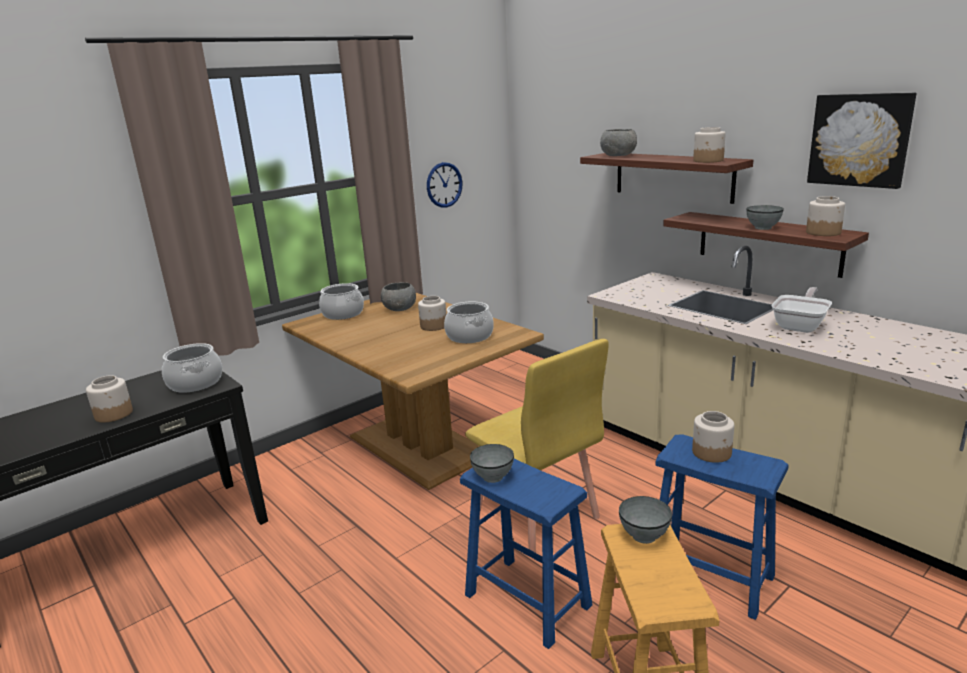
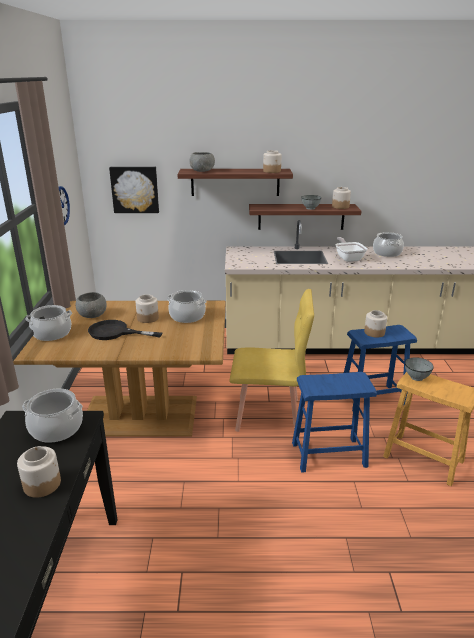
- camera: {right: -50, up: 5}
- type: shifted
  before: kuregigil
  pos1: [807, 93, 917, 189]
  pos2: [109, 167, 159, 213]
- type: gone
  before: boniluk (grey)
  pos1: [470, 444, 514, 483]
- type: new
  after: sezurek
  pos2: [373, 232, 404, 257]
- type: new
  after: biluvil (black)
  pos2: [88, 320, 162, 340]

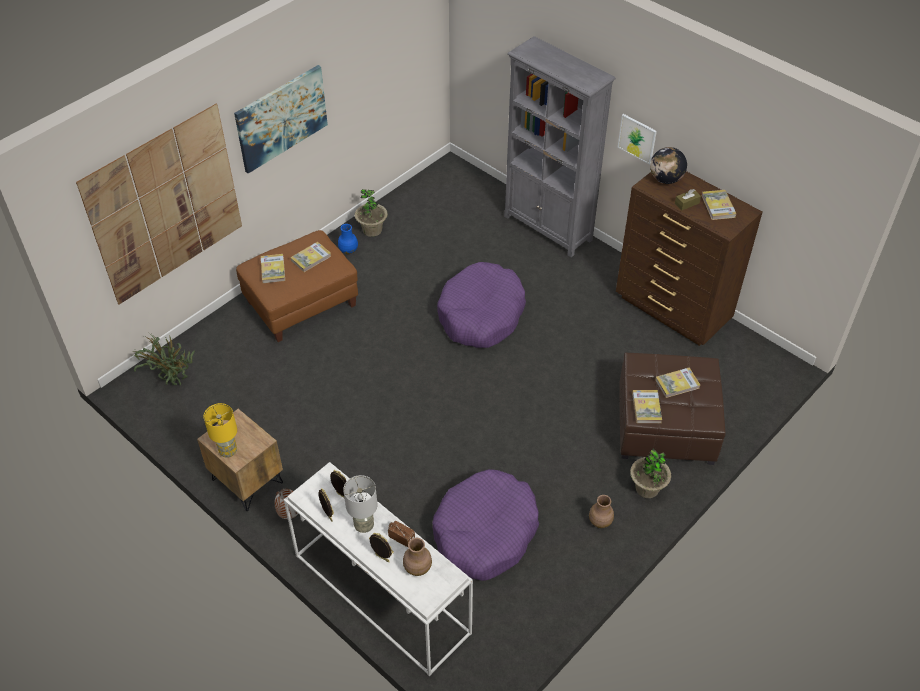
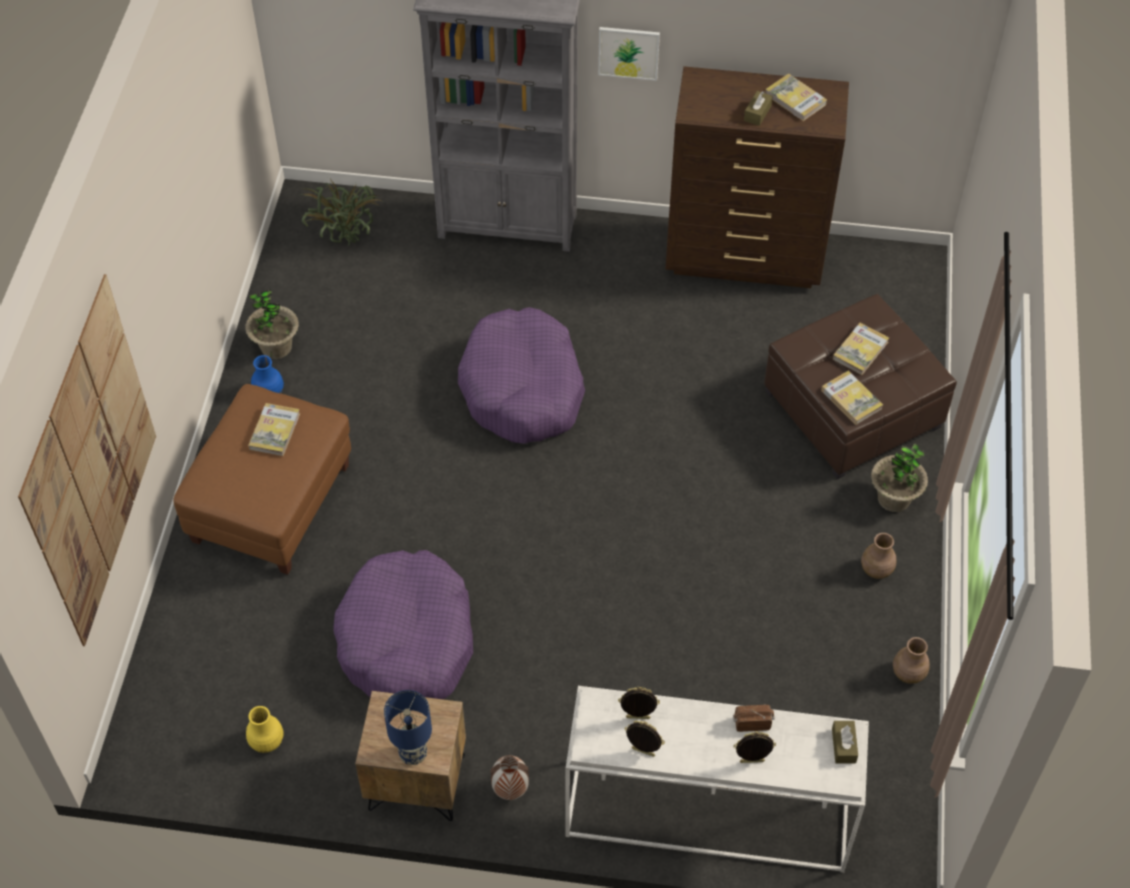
- camera: {right: -35, up: 5}
- type: gone
  before: kuregigil
  pos1: [234, 65, 328, 174]
- type: gone
  before: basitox
  pos1: [650, 147, 687, 184]
- type: gone
  before: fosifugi
  pos1: [261, 254, 285, 283]
- type: shifted
  before: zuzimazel
  pos1: [133, 333, 195, 385]
  pos2: [298, 178, 382, 246]
- type: repainted
  before: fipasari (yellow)
  after: fipasari (blue)
  pos1: [203, 403, 237, 458]
  pos2: [384, 690, 432, 765]
- type: shifted
  before: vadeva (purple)
  pos1: [432, 469, 539, 581]
  pos2: [333, 550, 473, 699]
- type: gone
  before: fipasari (grey)
  pos1: [343, 475, 378, 533]
- type: shifted
  before: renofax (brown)
  pos1: [403, 538, 432, 576]
  pos2: [893, 637, 930, 684]
- type: new
  after: renofax (yellow)
  pos2: [246, 706, 284, 753]
- type: new
  after: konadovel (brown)
  pos2: [832, 721, 858, 763]

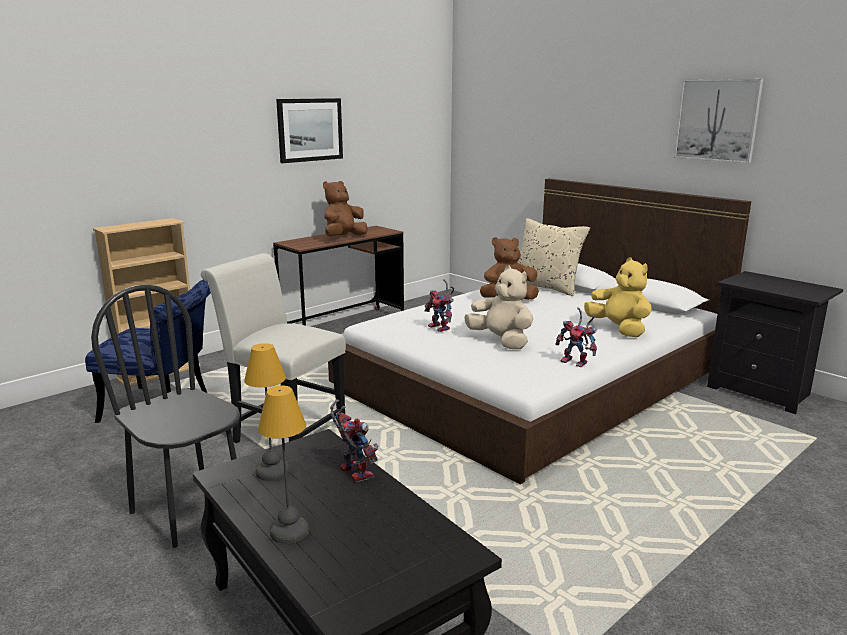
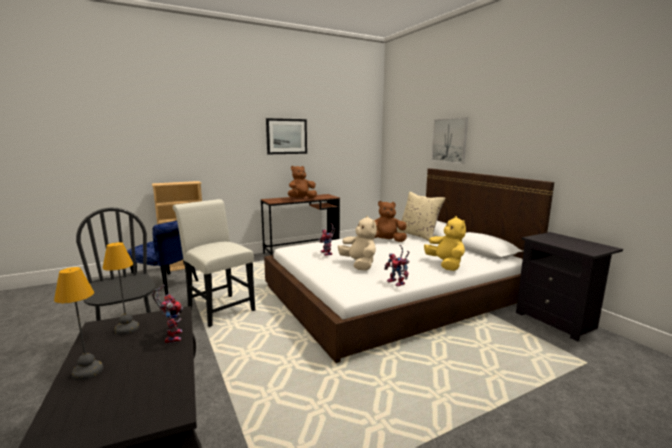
- camera: {right: 15, up: -5}
- type: shifted
  before: kuregigil
  pos1: [674, 79, 763, 164]
  pos2: [431, 117, 468, 164]

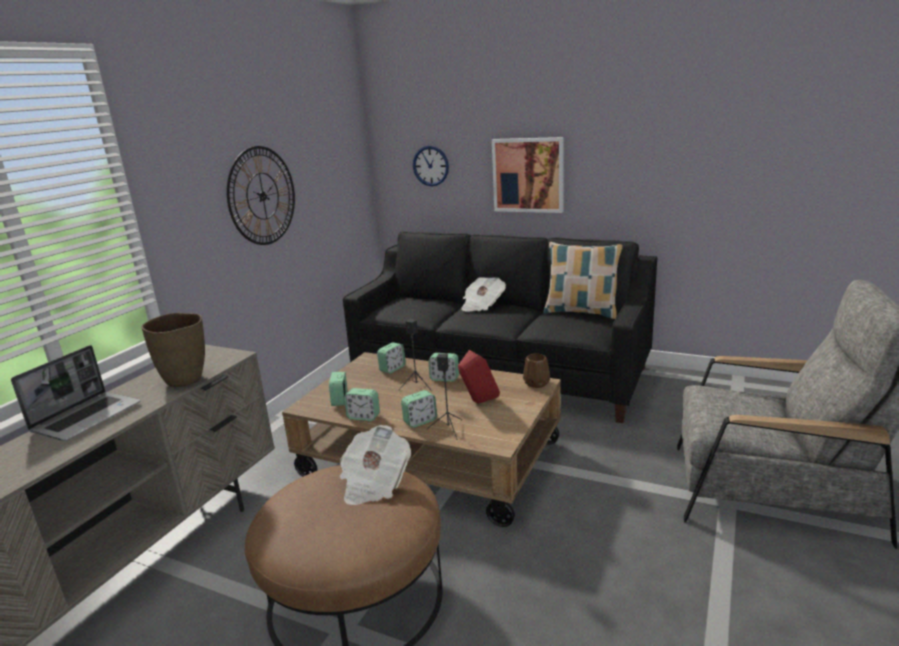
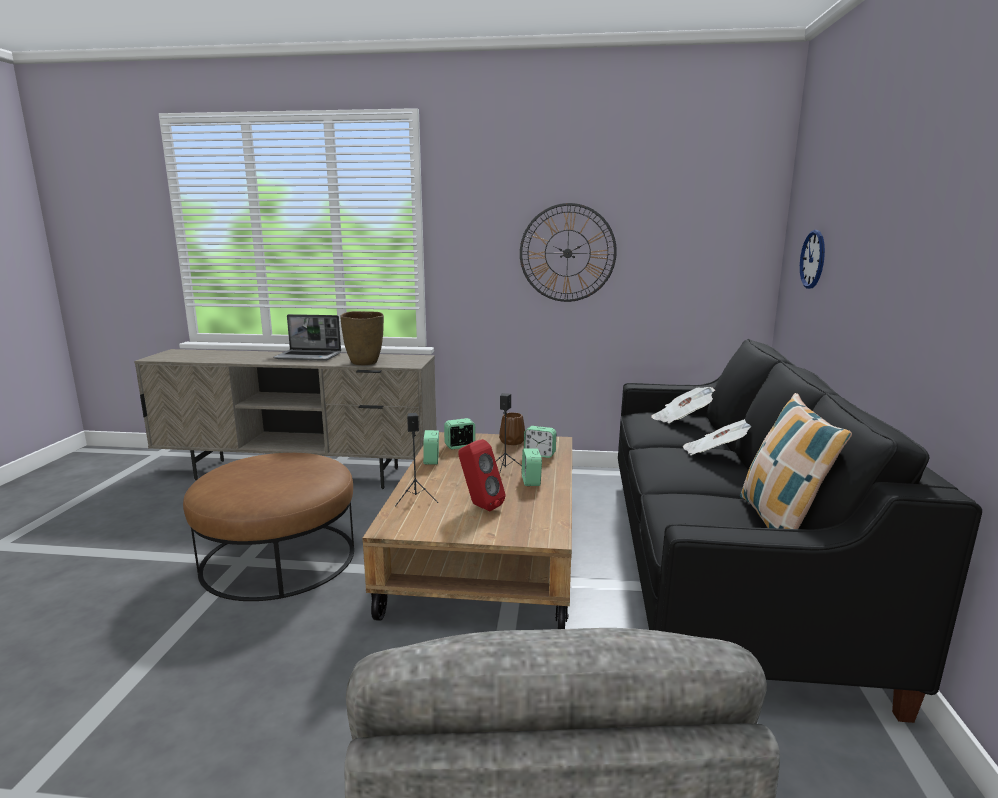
- camera: {right: 70, up: -5}
- type: gone
  before: kuregigil
  pos1: [492, 137, 564, 213]
- type: shifted
  before: renofax (brown)
  pos1: [523, 353, 550, 388]
  pos2: [499, 412, 525, 445]
- type: gone
  before: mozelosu
  pos1: [401, 390, 437, 428]
- type: shifted
  before: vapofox
  pos1: [340, 425, 411, 505]
  pos2: [651, 387, 715, 423]

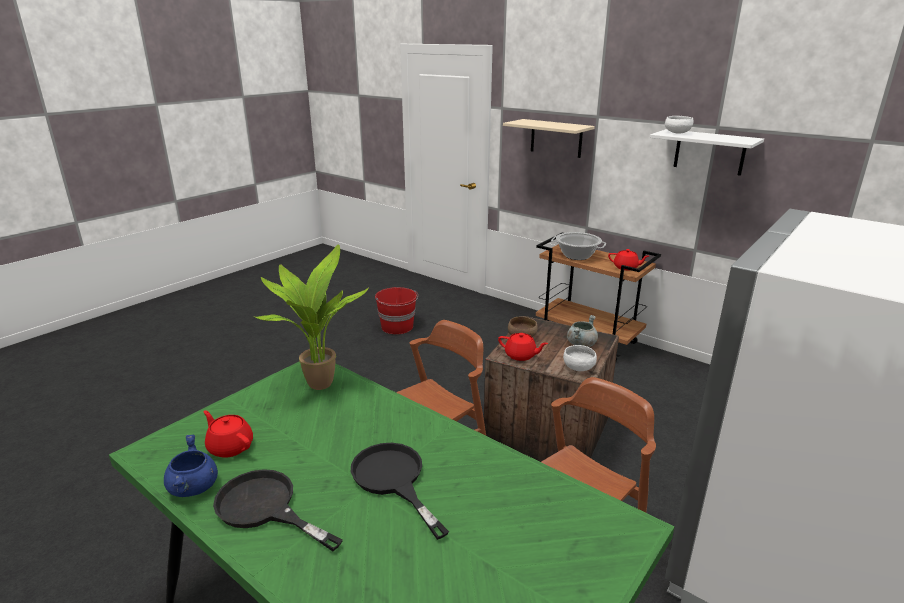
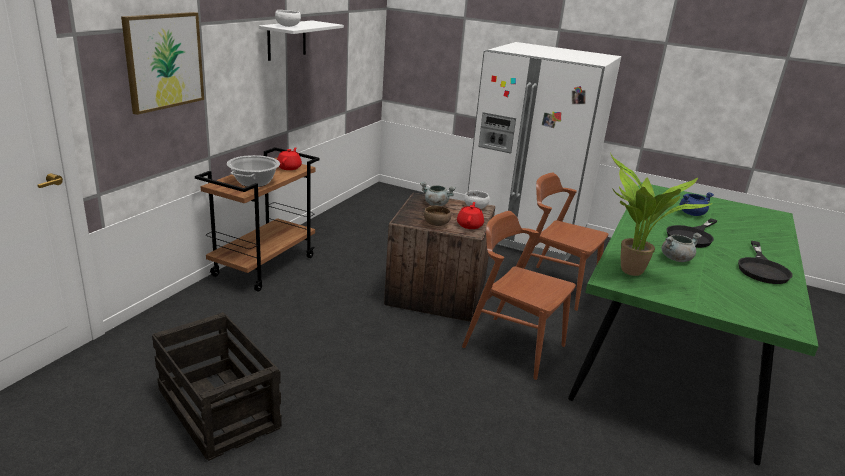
- camera: {right: -105, up: 0}
- type: swapped
  before: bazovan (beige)
  after: kuregigil
  pos1: [503, 119, 595, 158]
  pos2: [121, 12, 204, 115]
- type: swapped
  before: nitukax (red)
  after: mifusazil
  pos1: [375, 287, 418, 334]
  pos2: [152, 312, 282, 461]
- type: gone
  before: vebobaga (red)
  pos1: [203, 410, 253, 458]
- type: shifted
  before: sezurek (blue)
  pos1: [164, 435, 218, 497]
  pos2: [679, 192, 714, 216]
- type: new
  after: sezurek (grey)
  pos2: [661, 233, 702, 262]

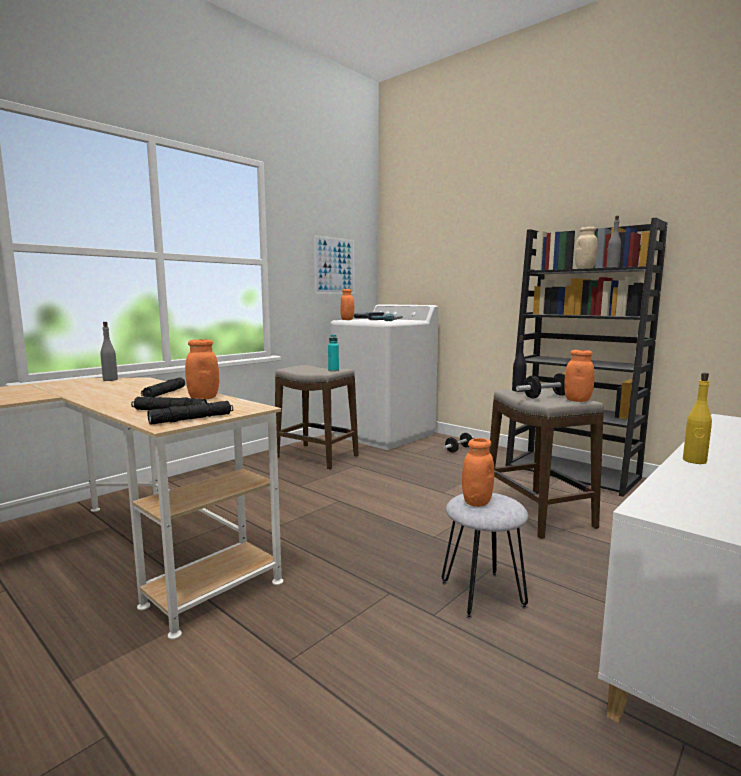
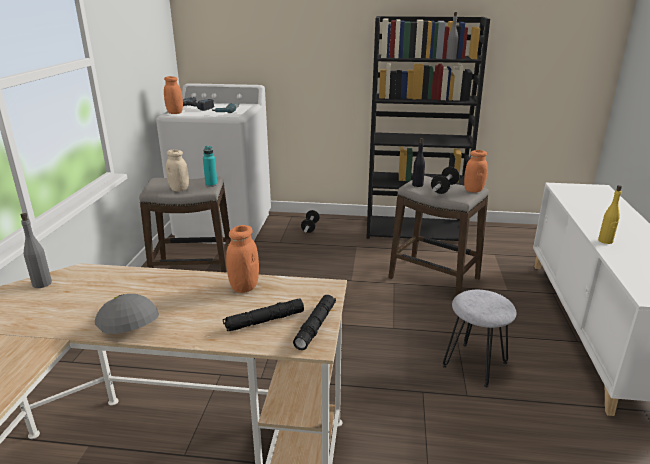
- camera: {right: -35, up: 15}
- type: shifted
  before: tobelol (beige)
  pos1: [575, 227, 597, 269]
  pos2: [166, 149, 189, 192]
- type: gone
  before: kuregigil
  pos1: [314, 235, 355, 294]
- type: gone
  before: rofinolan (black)
  pos1: [141, 377, 185, 397]
- type: gone
  before: tobelol (orange)
  pos1: [462, 438, 494, 507]
- type: new
  after: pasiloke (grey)
  pos2: [95, 294, 159, 334]

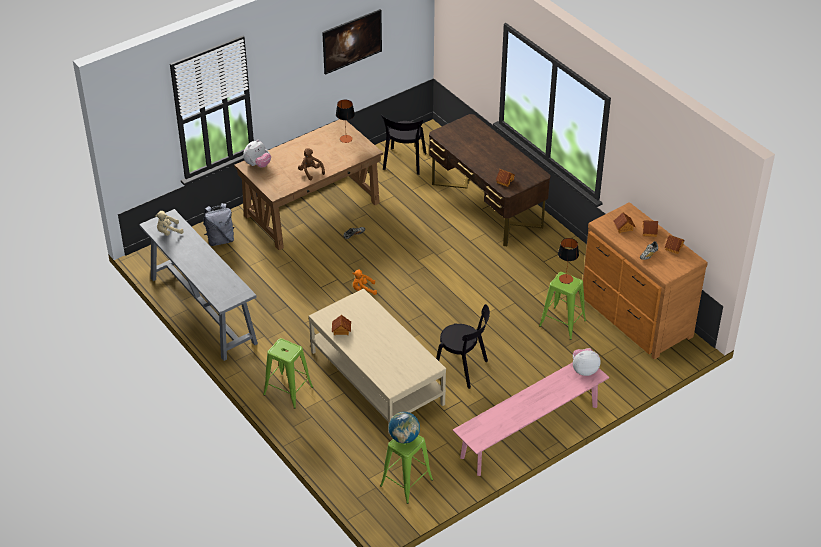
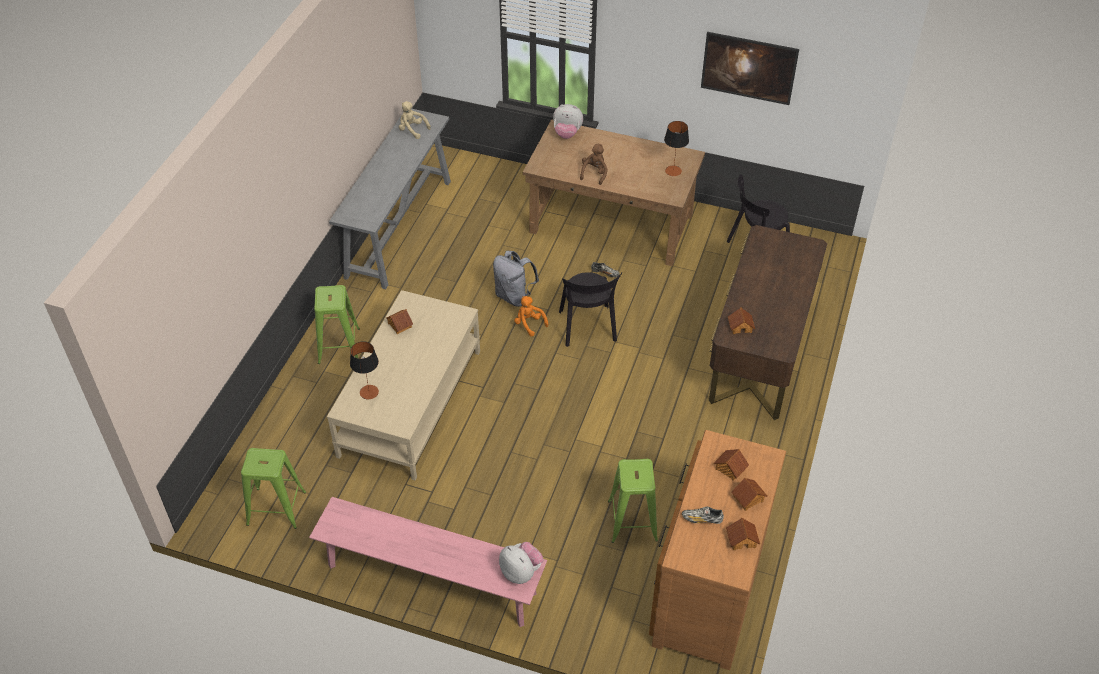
- camera: {right: 55, up: 5}
- type: shifted
  before: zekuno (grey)
  pos1: [203, 203, 234, 246]
  pos2: [493, 251, 539, 307]
- type: shifted
  before: fipasari
  pos1: [558, 238, 579, 284]
  pos2: [350, 341, 379, 399]
- type: shifted
  before: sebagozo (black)
  pos1: [436, 304, 490, 389]
  pos2: [559, 272, 622, 347]
- type: gone
  before: basitox
  pos1: [389, 412, 420, 443]

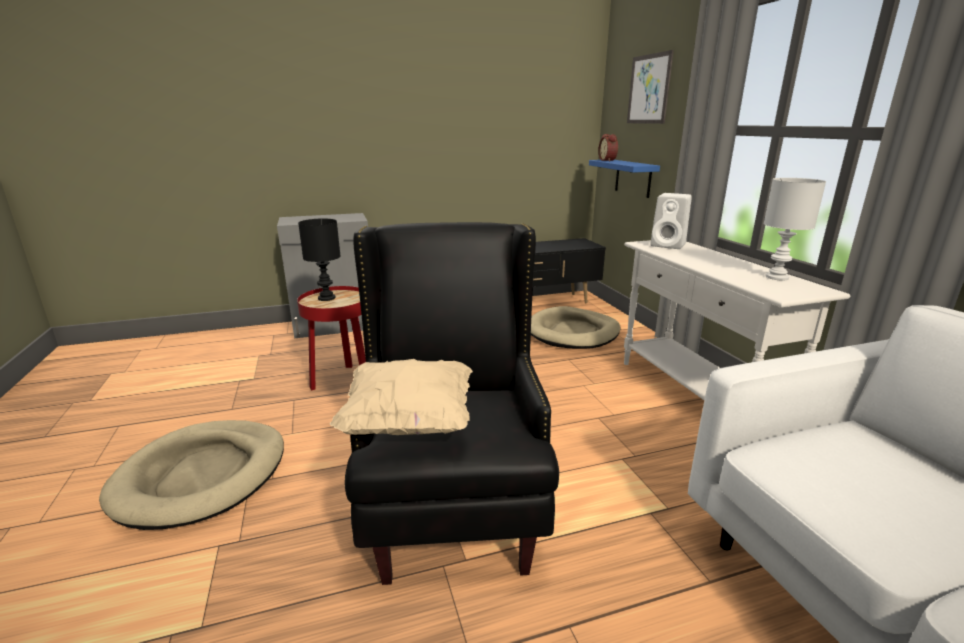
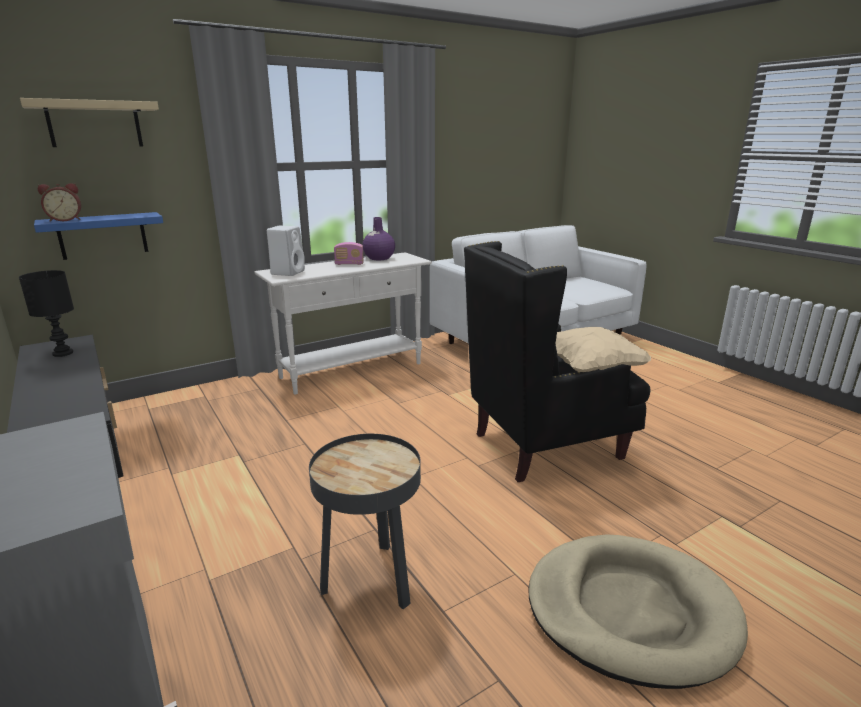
- camera: {right: -105, up: 0}
- type: swapped
  before: kuregigil
  after: bazovan (beige)
  pos1: [627, 50, 674, 124]
  pos2: [20, 98, 159, 147]
- type: swapped
  before: fipasari (white)
  after: renofax (purple)
  pos1: [763, 178, 826, 280]
  pos2: [363, 217, 395, 260]
- type: shifted
  before: fipasari (black)
  pos1: [298, 219, 340, 301]
  pos2: [19, 270, 74, 357]
- type: repainted
  before: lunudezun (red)
  after: lunudezun (black)
  pos1: [297, 286, 366, 390]
  pos2: [309, 434, 421, 609]
- type: gone
  before: vadeva (beige)
  pos1: [531, 306, 620, 349]
- type: new
  after: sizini
  pos2: [334, 242, 364, 265]

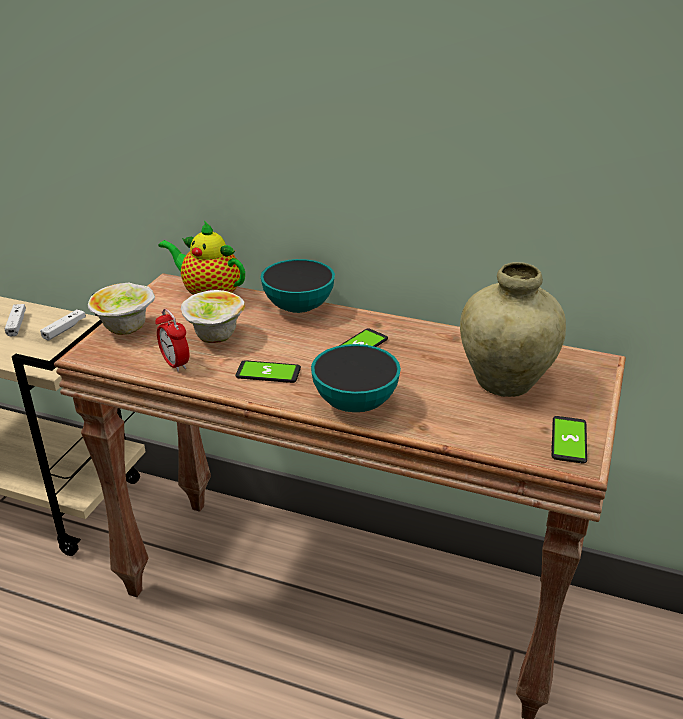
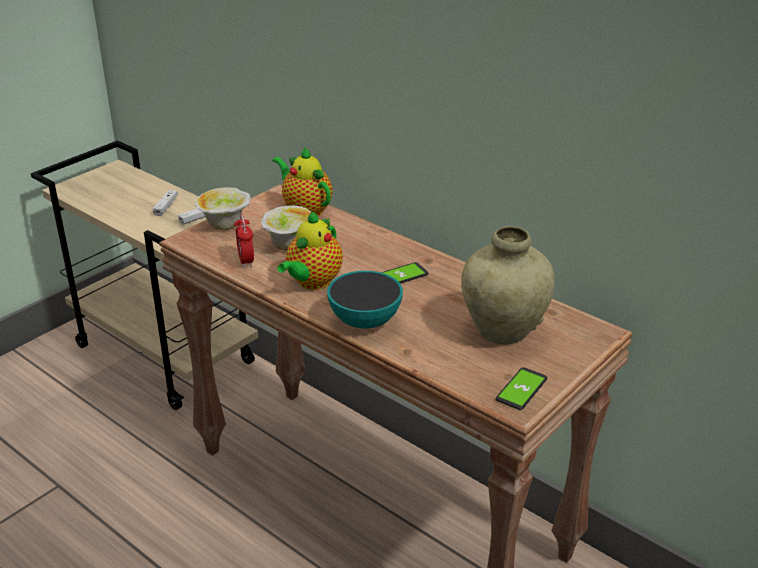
- camera: {right: 20, up: 0}
- type: gone
  before: boniluk
  pos1: [261, 259, 335, 313]
- type: swapped
  before: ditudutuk
  after: vebobaga
  pos1: [235, 360, 301, 383]
  pos2: [277, 211, 343, 290]

